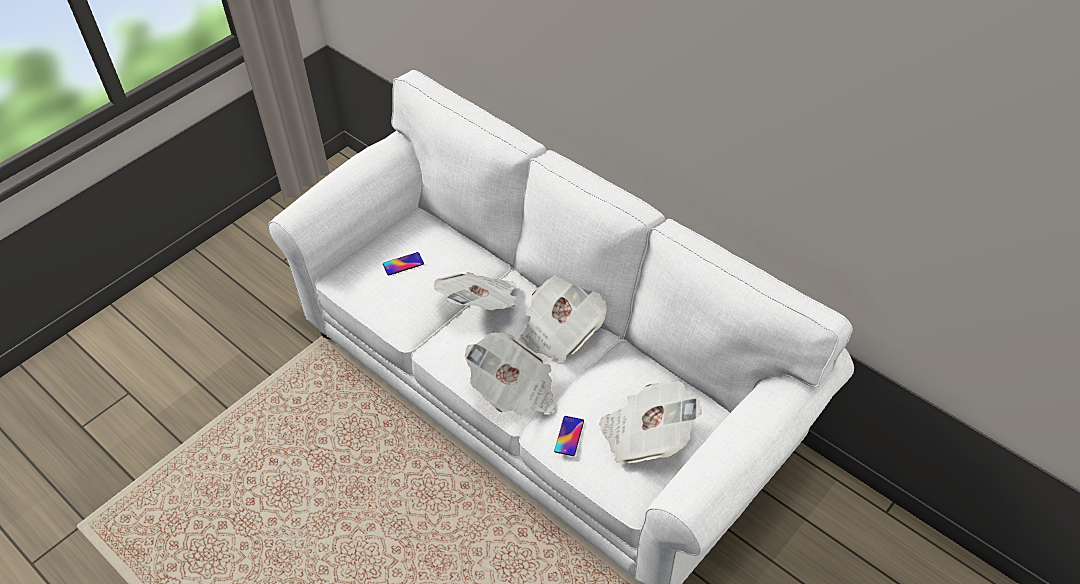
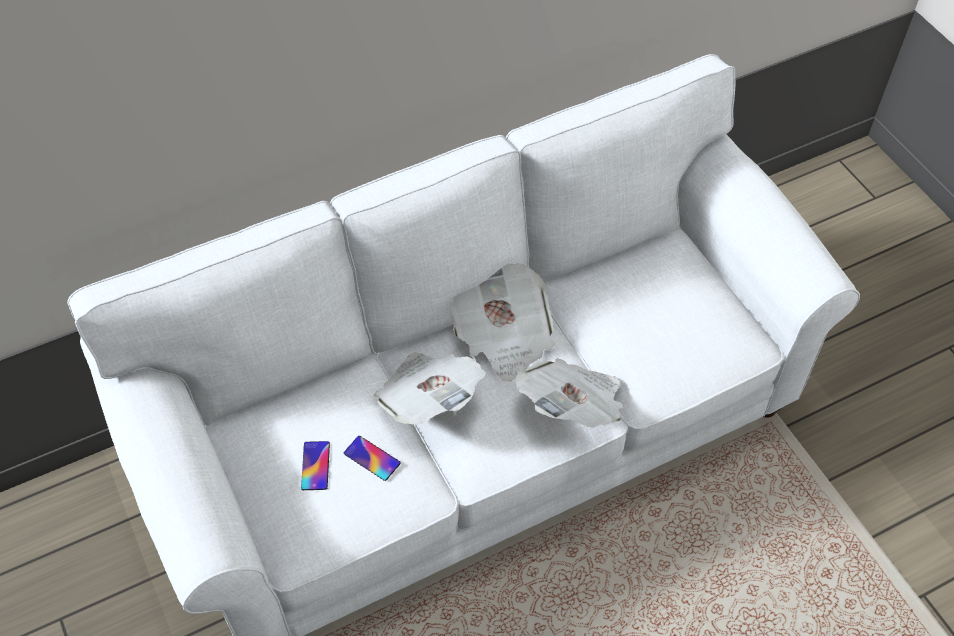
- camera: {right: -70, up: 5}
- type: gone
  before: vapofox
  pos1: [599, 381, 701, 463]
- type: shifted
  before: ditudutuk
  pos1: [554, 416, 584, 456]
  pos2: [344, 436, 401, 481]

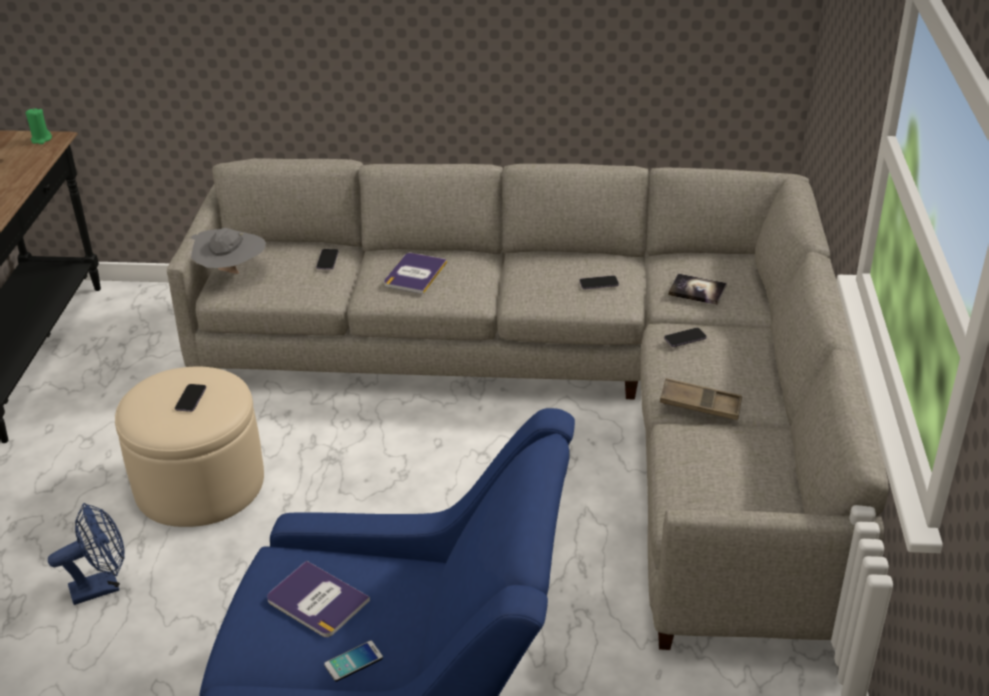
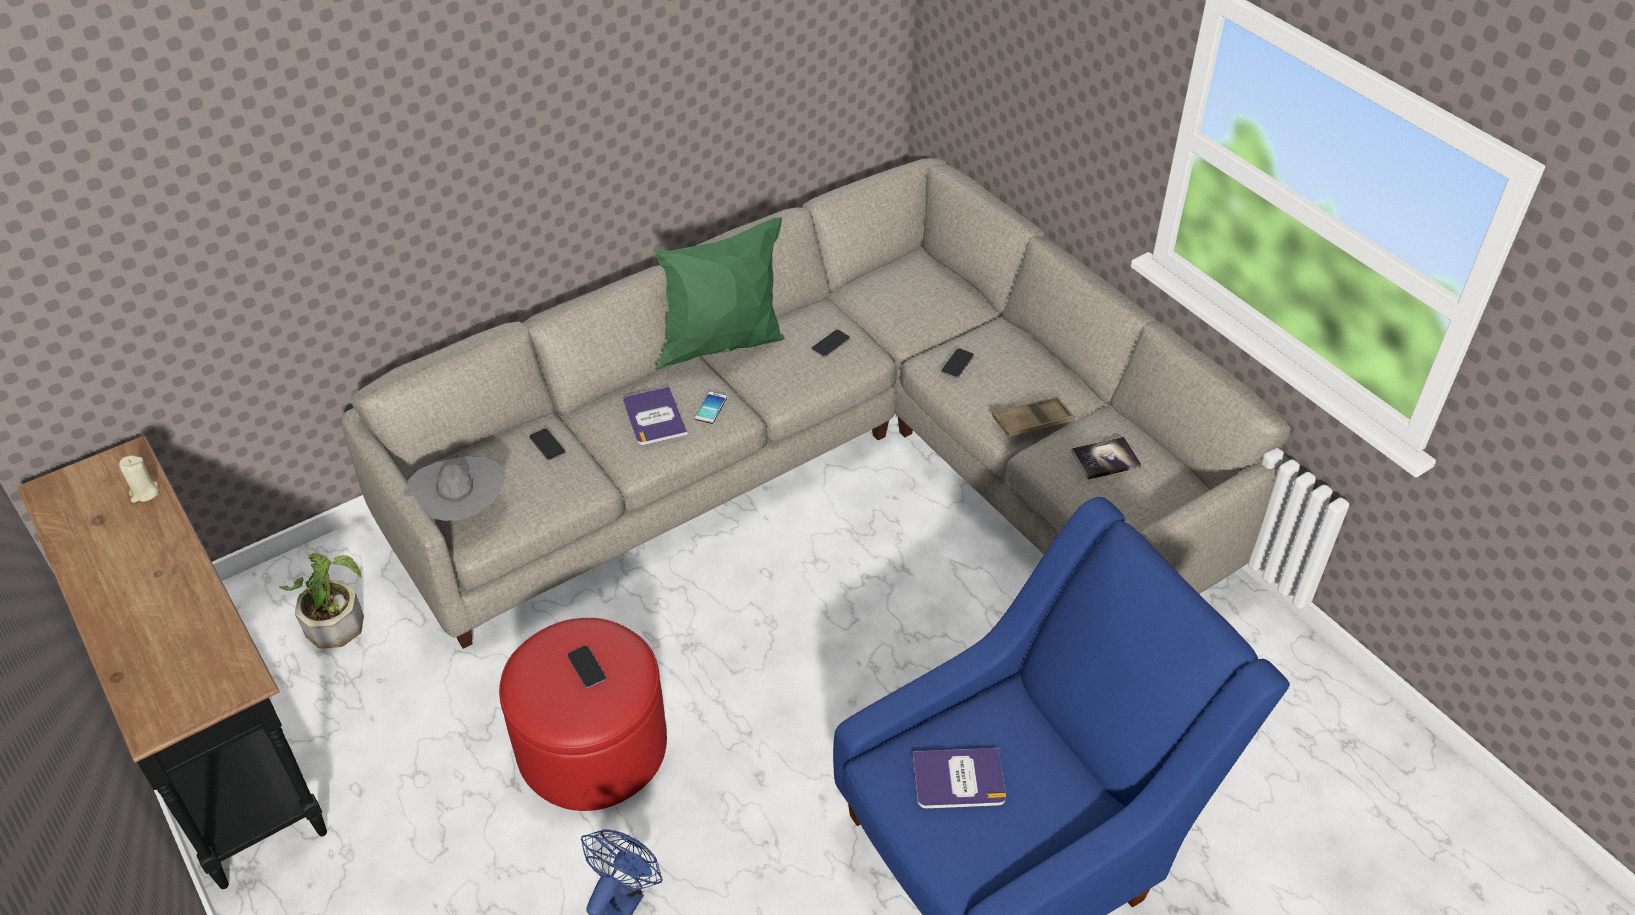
- camera: {right: -40, up: 10}
- type: gone
  before: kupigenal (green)
  pos1: [26, 108, 52, 144]
- type: shifted
  before: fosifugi
  pos1: [668, 274, 727, 305]
  pos2: [1071, 437, 1141, 480]
- type: repainted
  before: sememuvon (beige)
  after: sememuvon (red)
  pos1: [115, 367, 264, 527]
  pos2: [499, 618, 667, 811]
- type: shifted
  before: ditudutuk
  pos1: [324, 640, 383, 682]
  pos2: [695, 392, 727, 424]
- type: new
  after: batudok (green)
  pos2: [653, 217, 785, 370]
- type: new
  after: kupigenal (beige)
  pos2: [119, 456, 159, 503]
- type: new
  after: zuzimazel
  pos2: [279, 553, 364, 649]

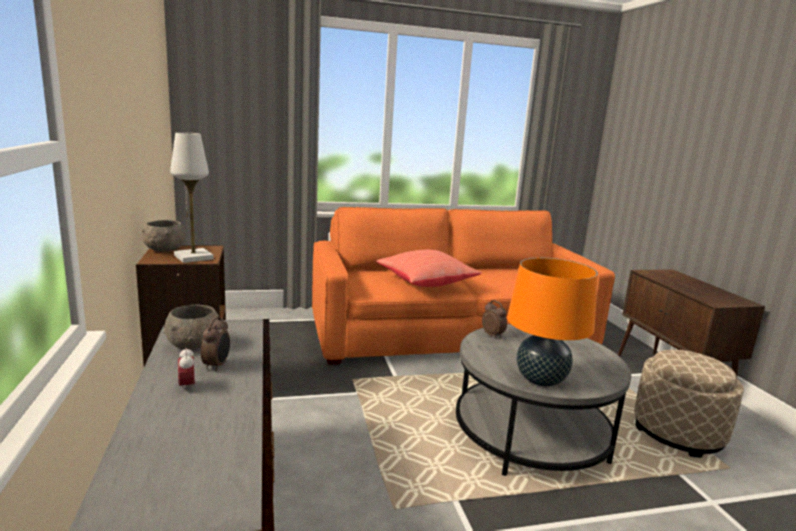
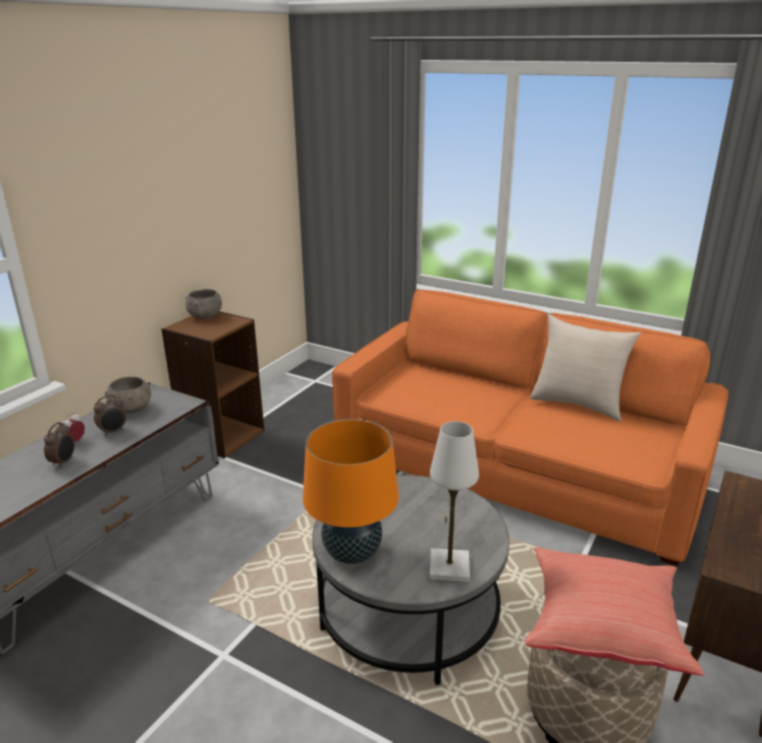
- camera: {right: 45, up: 10}
- type: shifted
  before: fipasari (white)
  pos1: [170, 132, 214, 263]
  pos2: [430, 421, 479, 582]
- type: shifted
  before: batudok (red)
  pos1: [376, 250, 482, 287]
  pos2: [525, 547, 704, 676]
- type: shifted
  before: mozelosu
  pos1: [482, 300, 507, 338]
  pos2: [44, 422, 75, 468]
- type: new
  after: batudok (beige)
  pos2: [530, 315, 641, 421]

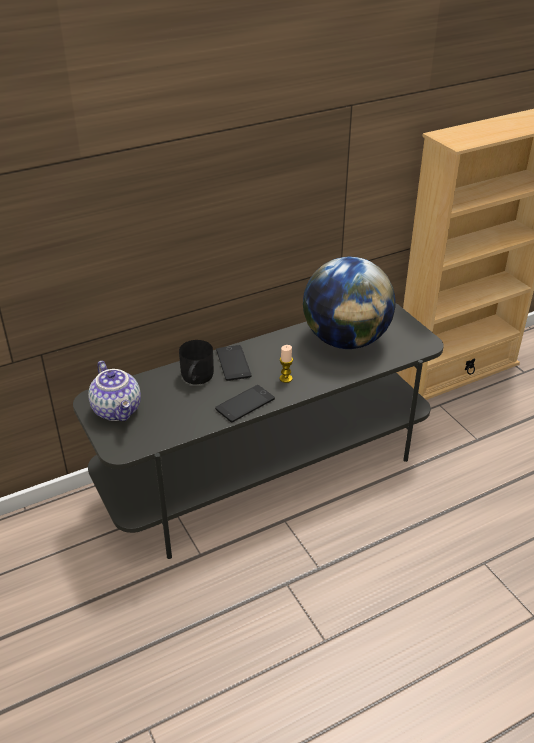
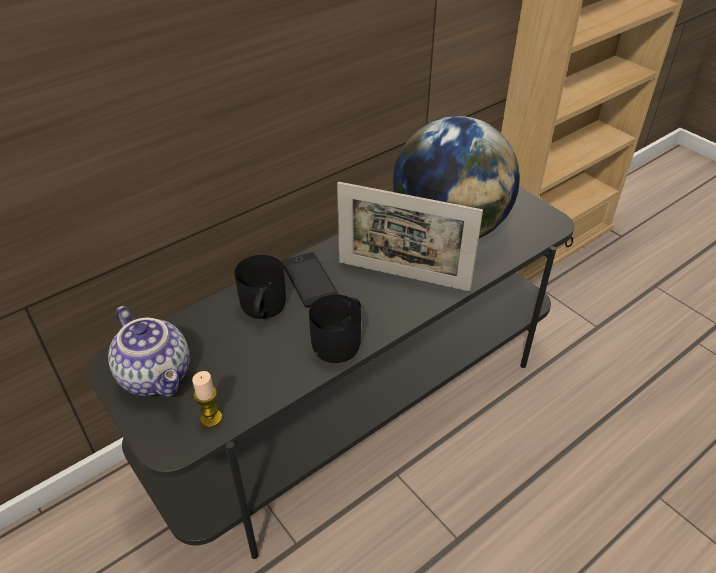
- camera: {right: -10, up: 5}
- type: shifted
  before: kupigenal
  pos1: [279, 345, 293, 383]
  pos2: [192, 371, 222, 427]
- type: swapped
  before: ditudutuk
  after: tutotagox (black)
  pos1: [215, 385, 275, 422]
  pos2: [309, 294, 361, 363]
- type: new
  after: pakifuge
  pos2: [337, 182, 483, 291]

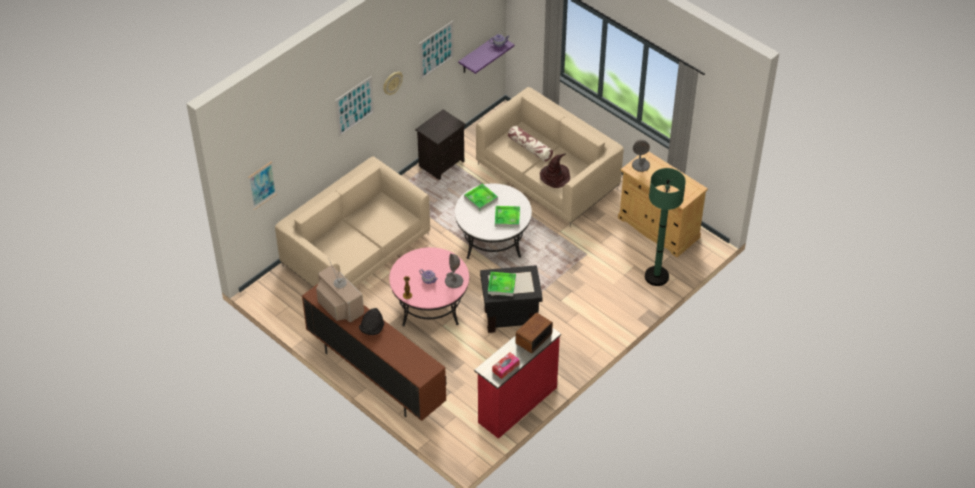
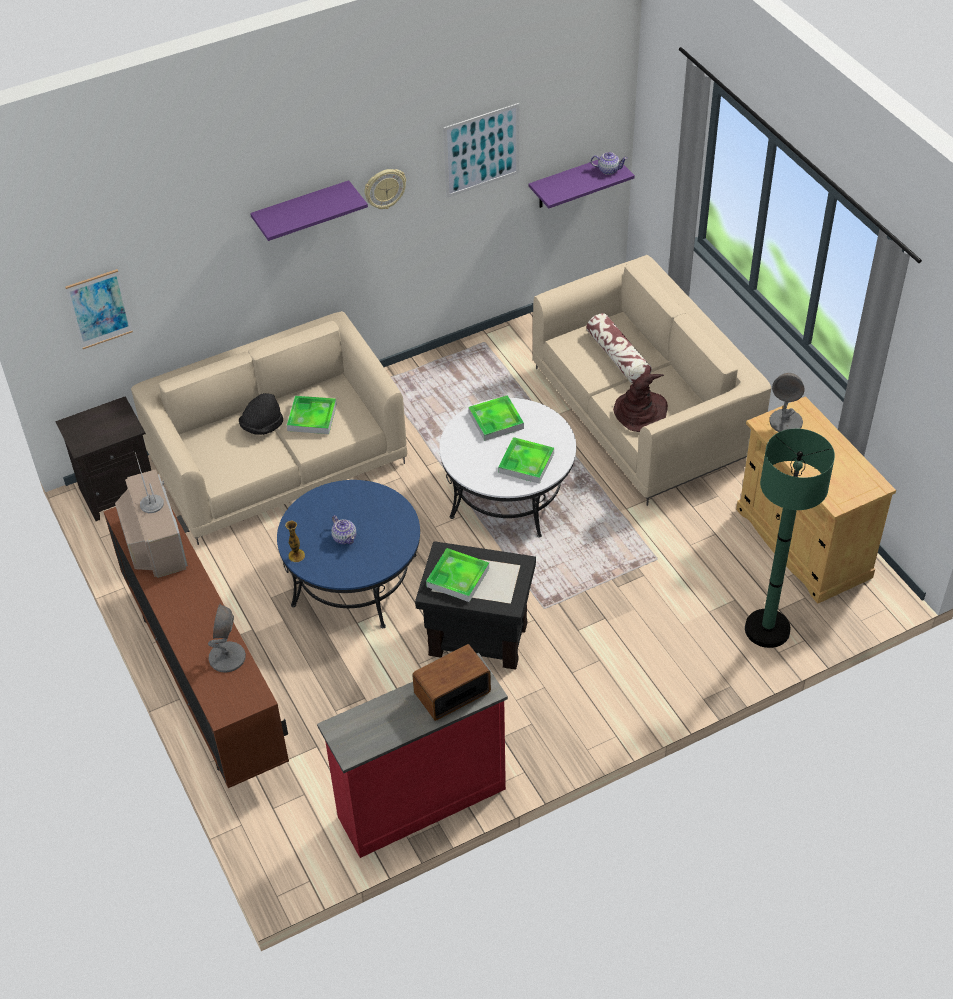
- camera: {right: 20, up: 0}
- type: swapped
  before: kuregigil
  after: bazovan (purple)
  pos1: [335, 76, 374, 137]
  pos2: [250, 180, 368, 241]
- type: shifted
  before: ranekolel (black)
  pos1: [415, 109, 466, 180]
  pos2: [55, 396, 151, 521]
- type: repainted
  before: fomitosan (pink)
  after: fomitosan (blue)
  pos1: [389, 247, 469, 326]
  pos2: [277, 480, 420, 628]
- type: shifted
  before: fipasari (grey)
  pos1: [445, 253, 463, 288]
  pos2: [208, 604, 246, 673]
- type: shifted
  before: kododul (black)
  pos1: [359, 308, 384, 335]
  pos2: [239, 393, 283, 435]
- type: gone
  before: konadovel
  pos1: [492, 352, 520, 379]
- type: new
  after: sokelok
  pos2: [287, 396, 337, 434]

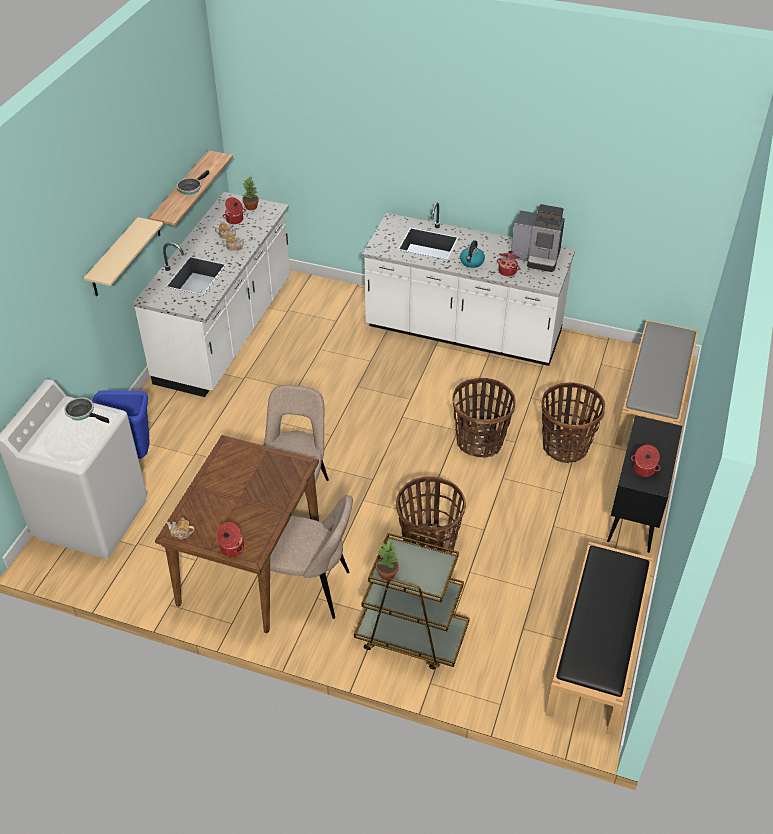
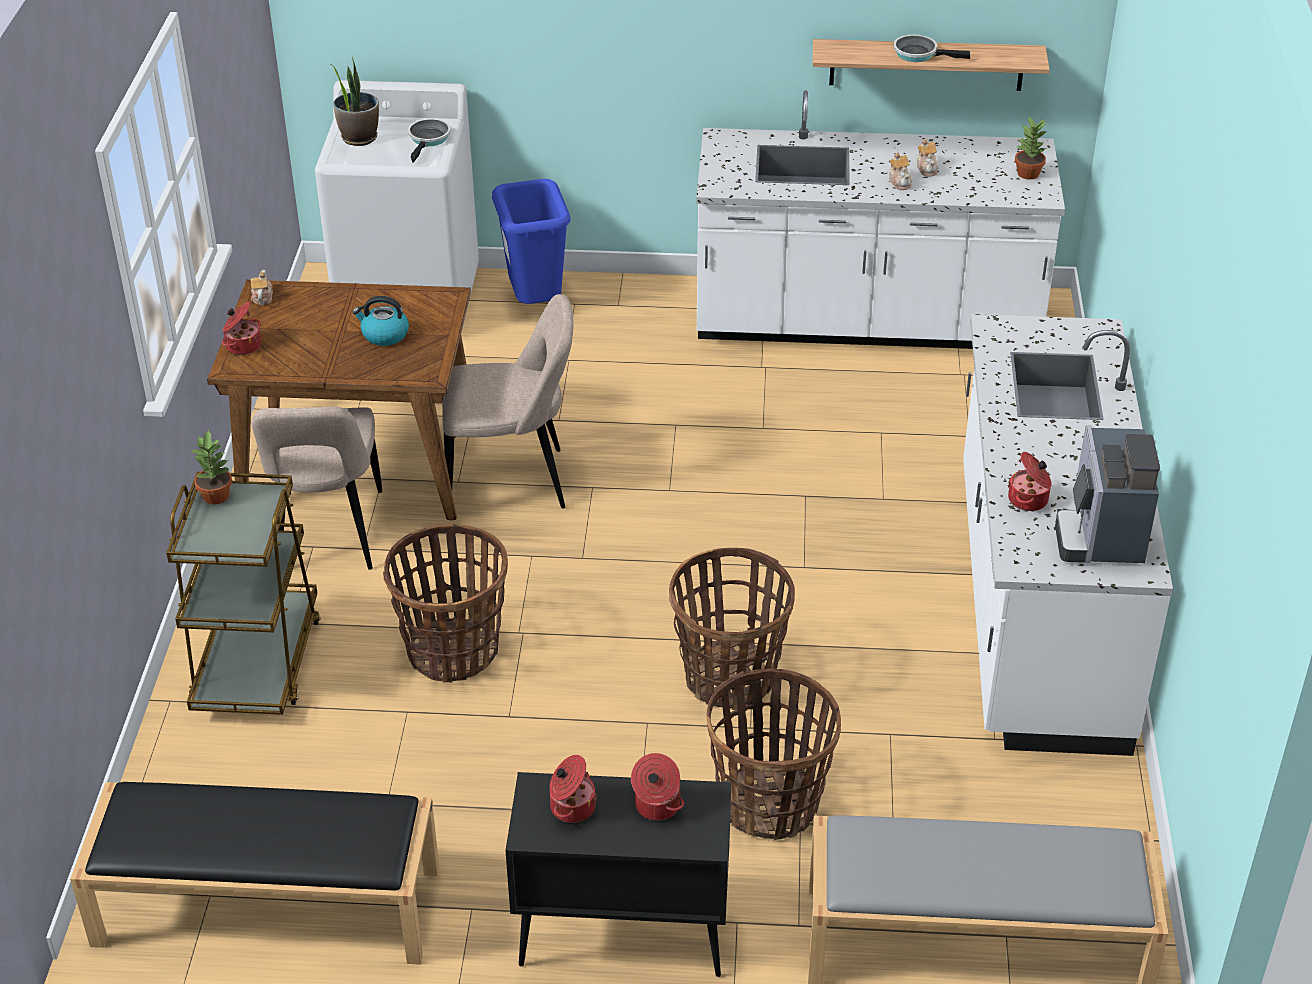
- camera: {right: 75, up: -5}
- type: shifted
  before: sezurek
  pos1: [223, 197, 246, 224]
  pos2: [631, 753, 684, 821]
- type: gone
  before: bazovan (beige)
  pos1: [84, 217, 163, 296]
- type: shifted
  before: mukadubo
  pos1: [460, 240, 485, 268]
  pos2: [353, 296, 409, 346]
- type: new
  after: zuzimazel
  pos2: [331, 57, 379, 146]

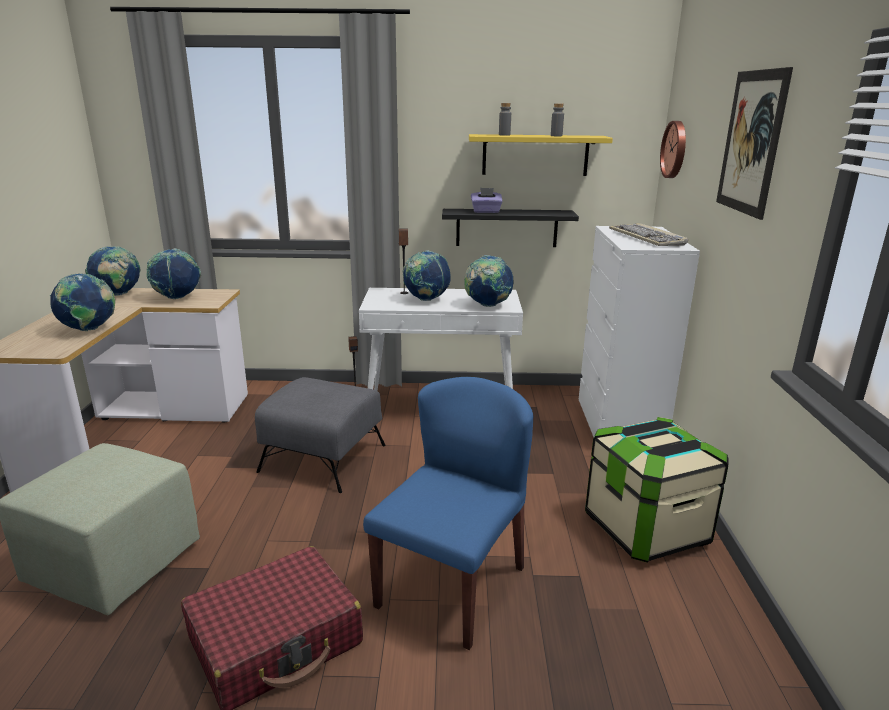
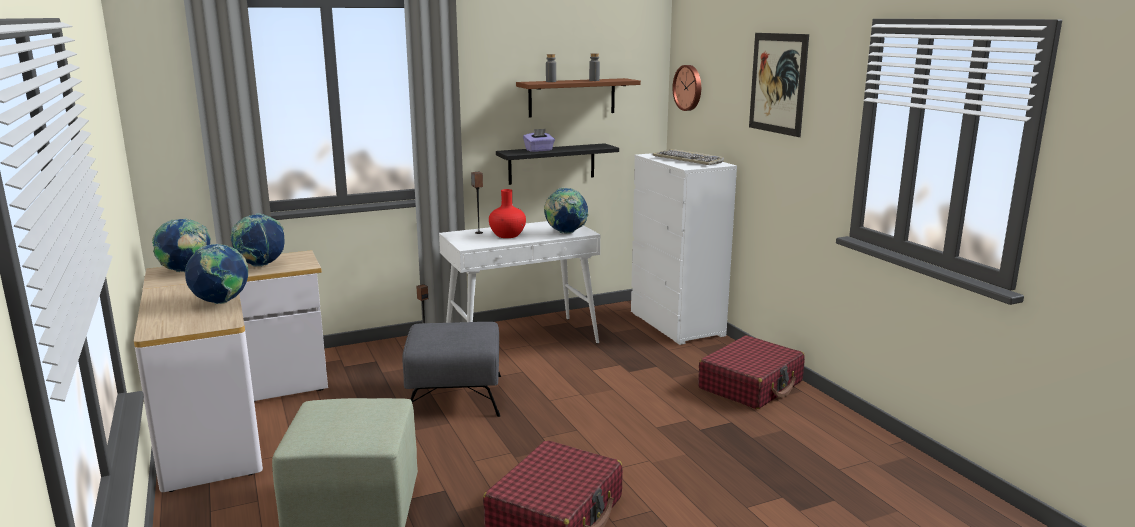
- camera: {right: -25, up: -5}
- type: repainted
  before: bazovan (yellow)
  after: bazovan (brown)
  pos1: [469, 134, 613, 176]
  pos2: [516, 78, 641, 118]
- type: swapped
  before: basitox
  after: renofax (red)
  pos1: [403, 250, 451, 301]
  pos2: [489, 189, 526, 238]
- type: gone
  before: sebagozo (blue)
  pos1: [363, 377, 533, 650]
- type: swapped
  before: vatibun
  after: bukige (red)
  pos1: [585, 417, 728, 563]
  pos2: [698, 335, 805, 409]

